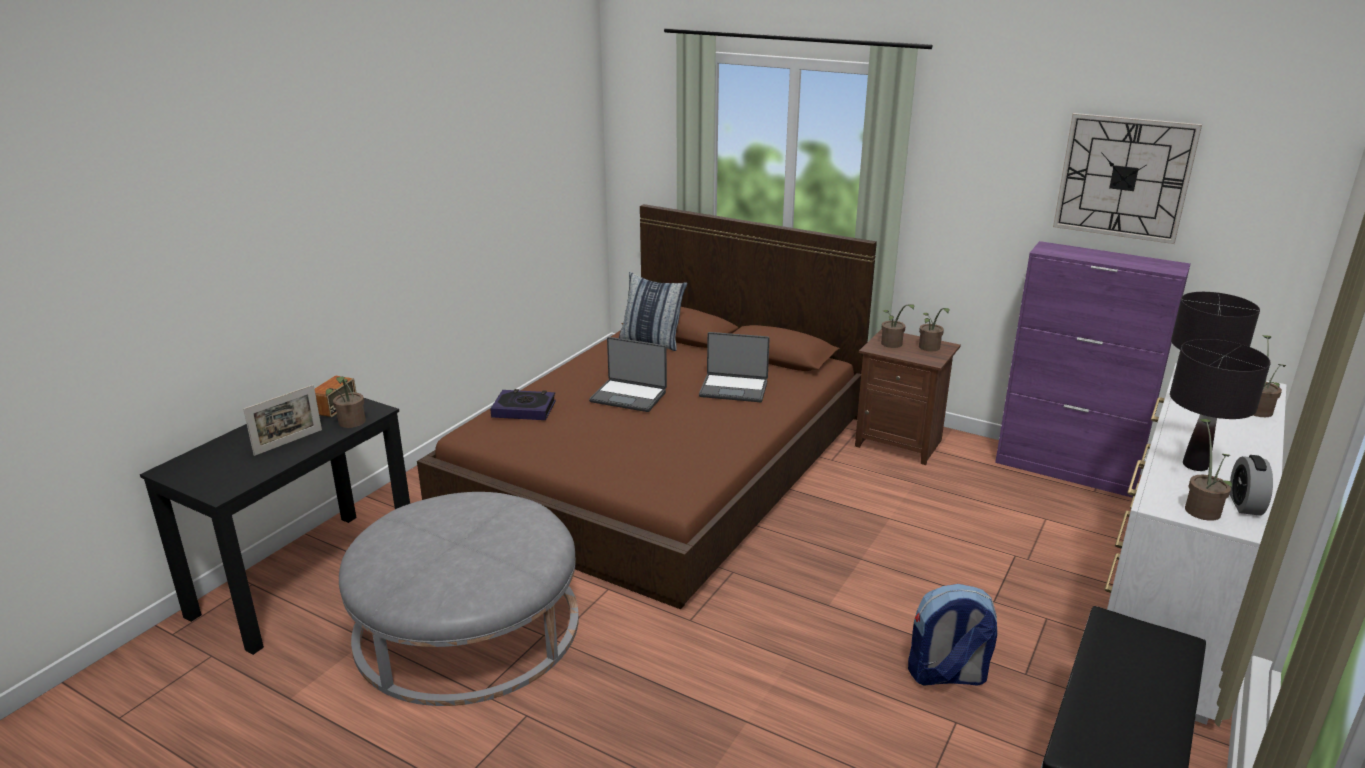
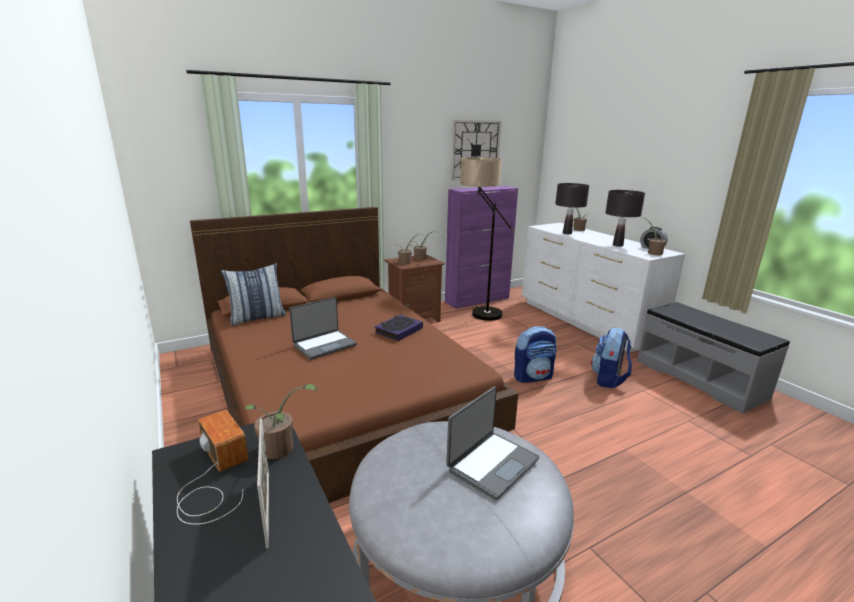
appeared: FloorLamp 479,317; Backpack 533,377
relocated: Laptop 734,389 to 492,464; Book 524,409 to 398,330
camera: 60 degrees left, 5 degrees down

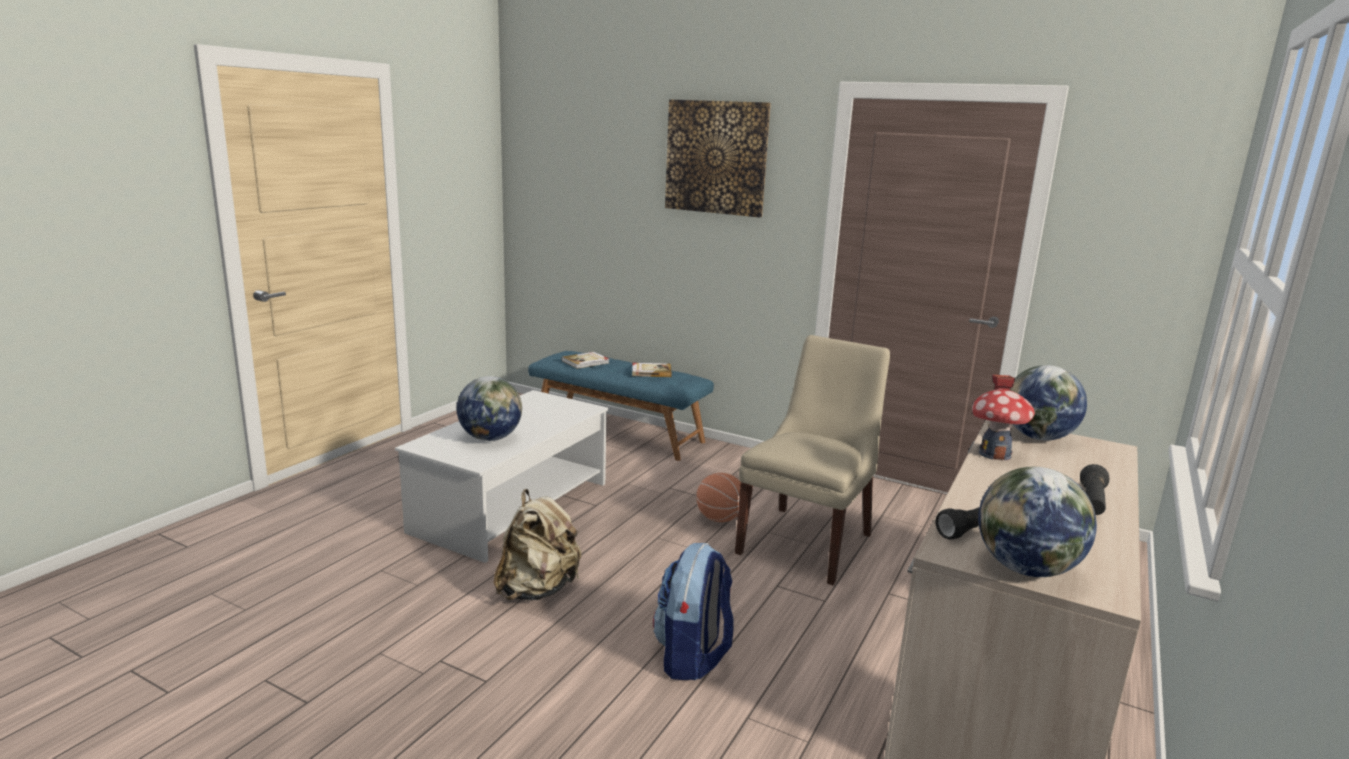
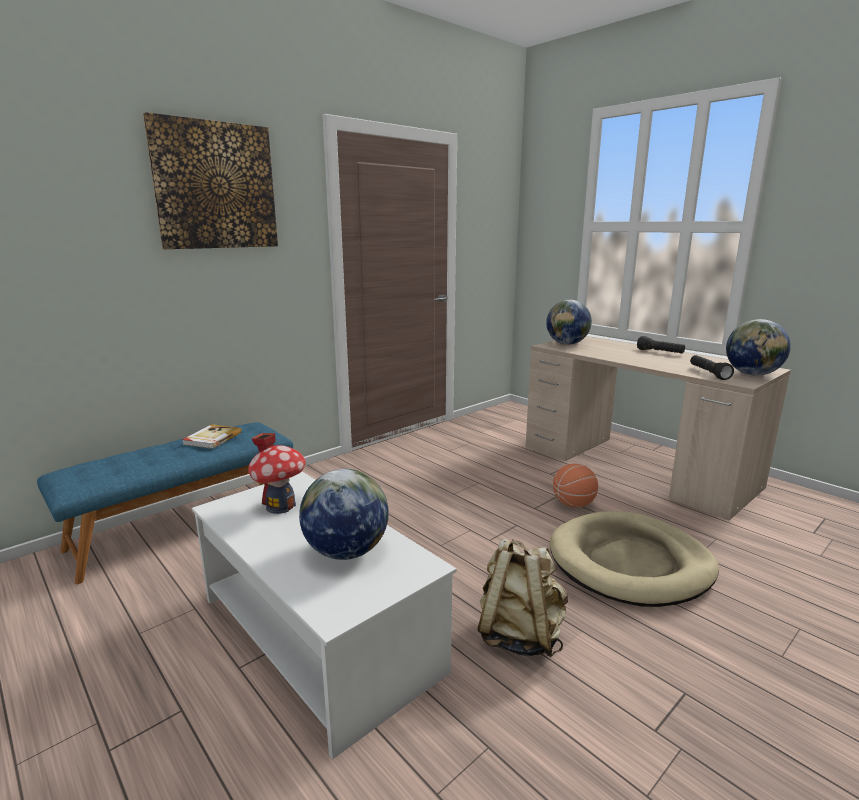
missing: BeigeChair 807,542; Book 586,362
relocated: ToyHouse 995,454 to 281,506; Basketball 719,519 to 573,504
exchanged: Backpack 692,656 to BeigeDogBed 630,563
camera: 70 degrees left, 0 degrees up

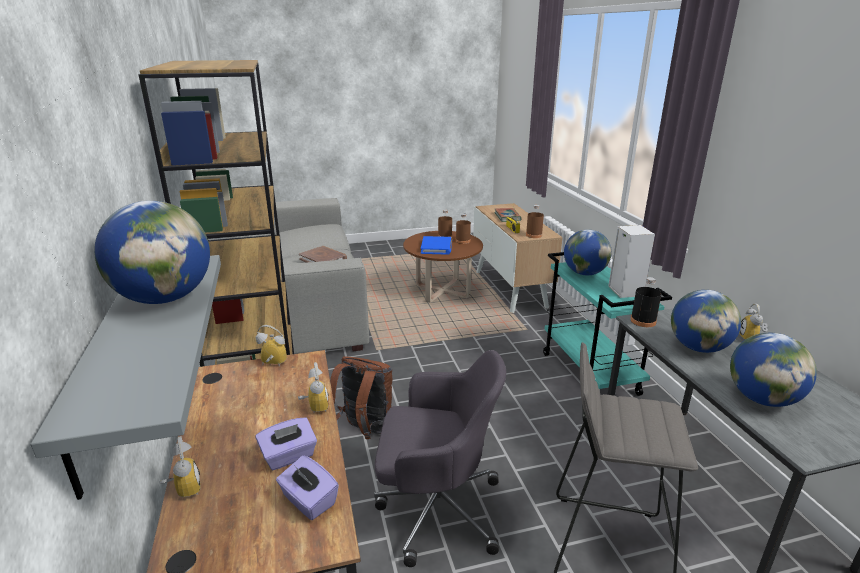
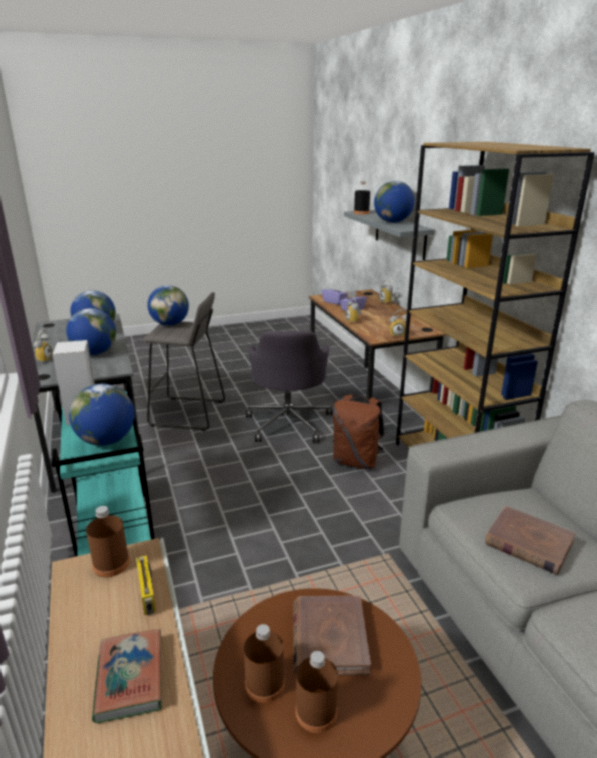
appeared: Globe 170,324
relocated: BlackBottle 643,321 to 361,213
colour: BlueBook 436,247 to BrownBook 329,638
spun: GreyOfficeChair 436,508 = 289,422 90 degrees counterclockwise
camera: 175 degrees right, 0 degrees up

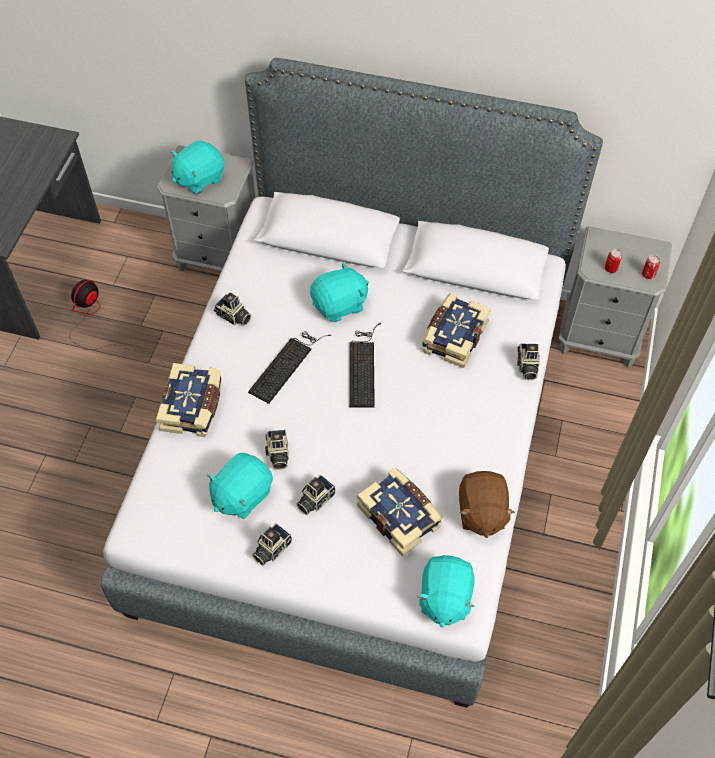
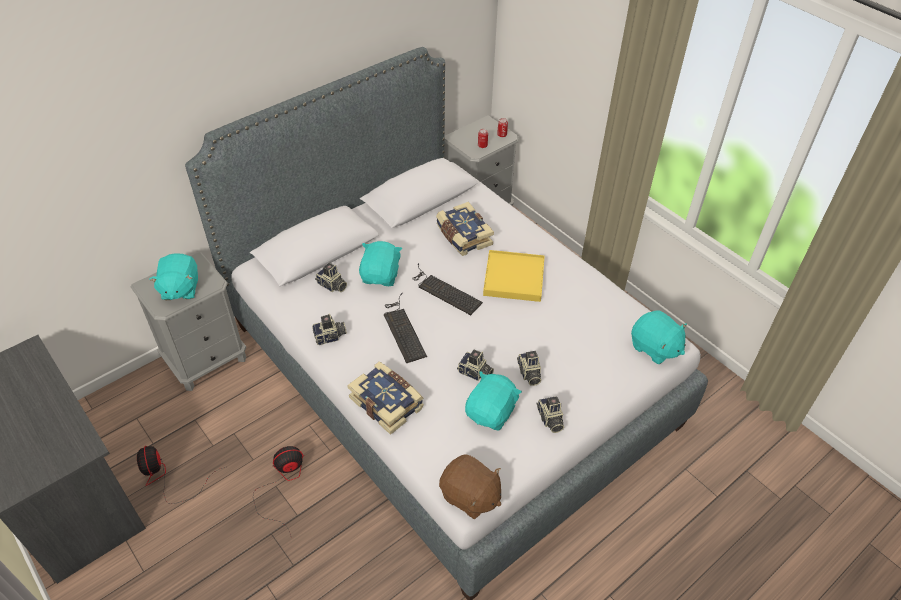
missing: Book 400,515
appeared: YellowTray 513,278; Fan 283,483
relocated: PhotoCamera 526,366 to 332,286; BrownPlushToy 481,512 to 470,496
spun: TurquoisePlushToy 241,494 = 491,412 135 degrees counterclockwise
camera: 55 degrees left, 10 degrees down

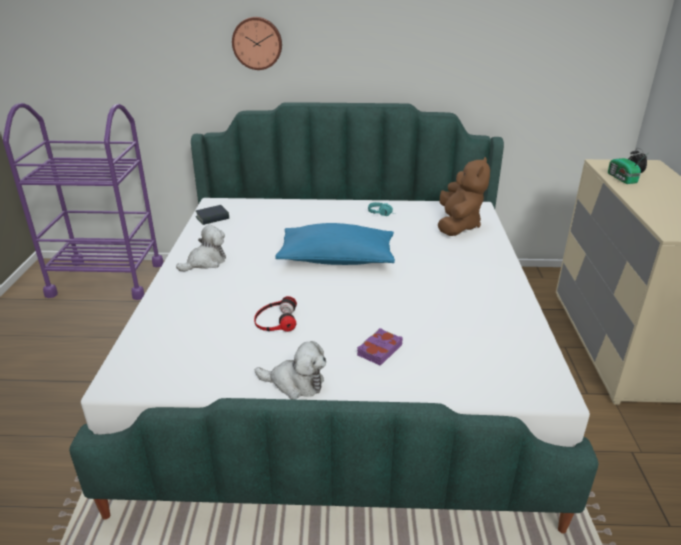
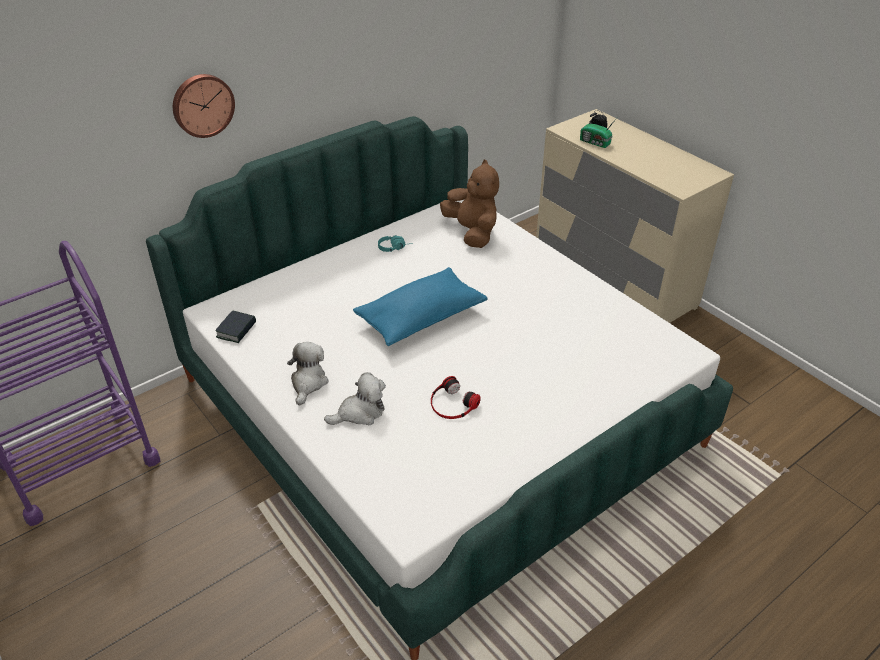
missing: PurpleBook 379,350
relocated: PlushToy 295,383 to 360,413
camera: 40 degrees left, 10 degrees up

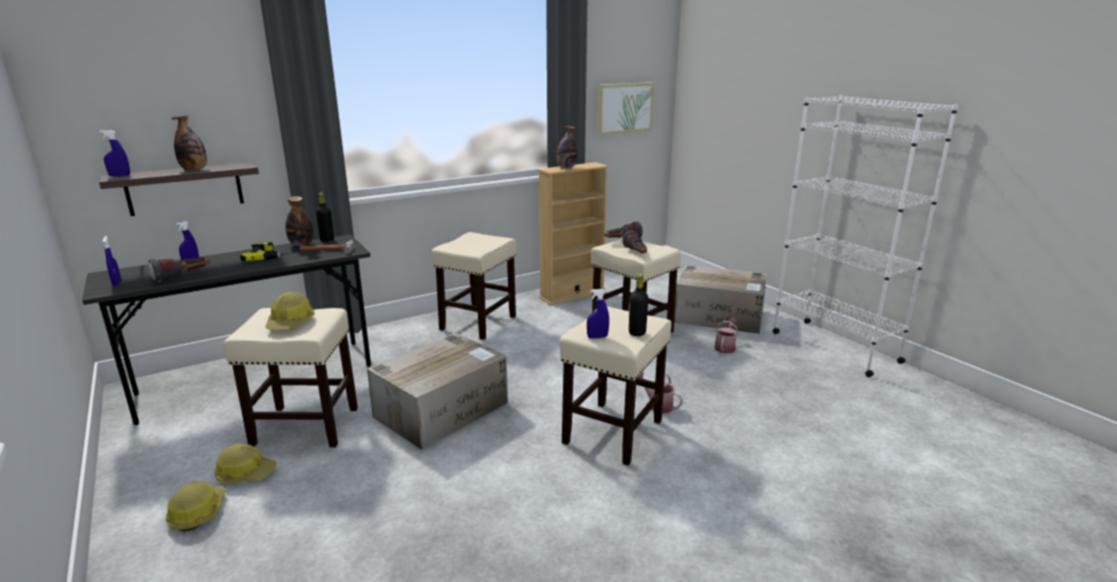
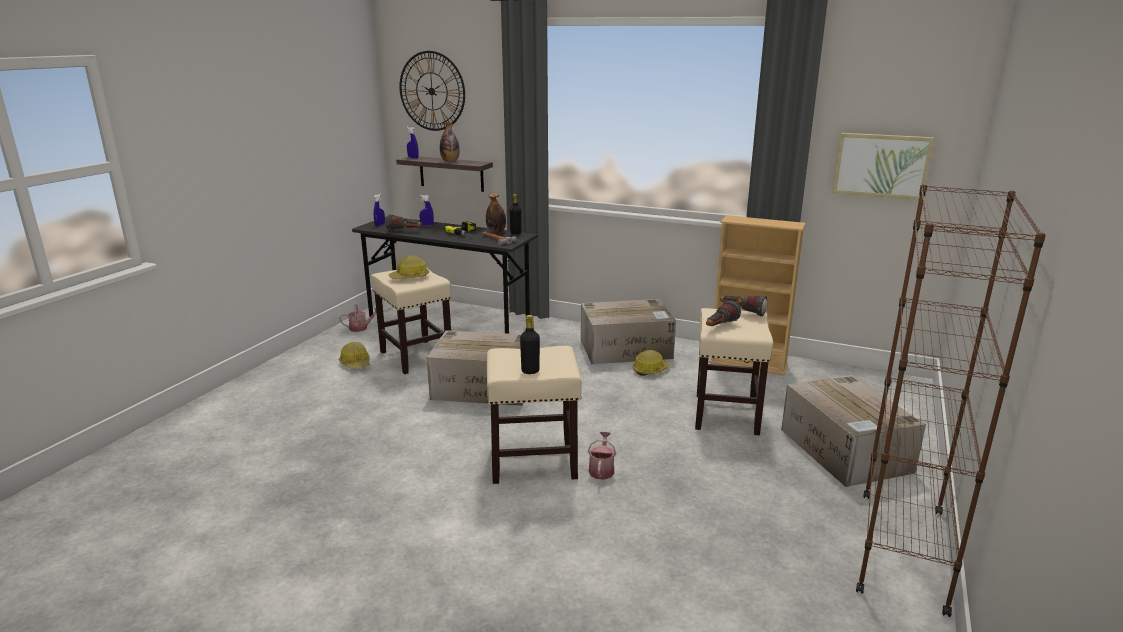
missing: Bottle 566,167; BlueSprayBottle 597,337
appeared: WallClock 432,91
relocated: WateringCan 725,347 to 361,328; HardHat 198,513 to 650,370
exchanged: BeigeStool 478,322 to CardboardBox 627,349
colour: WhiteBookcase 834,347 to BrownBookcase 902,548
camera: 55 degrees right, 0 degrees up

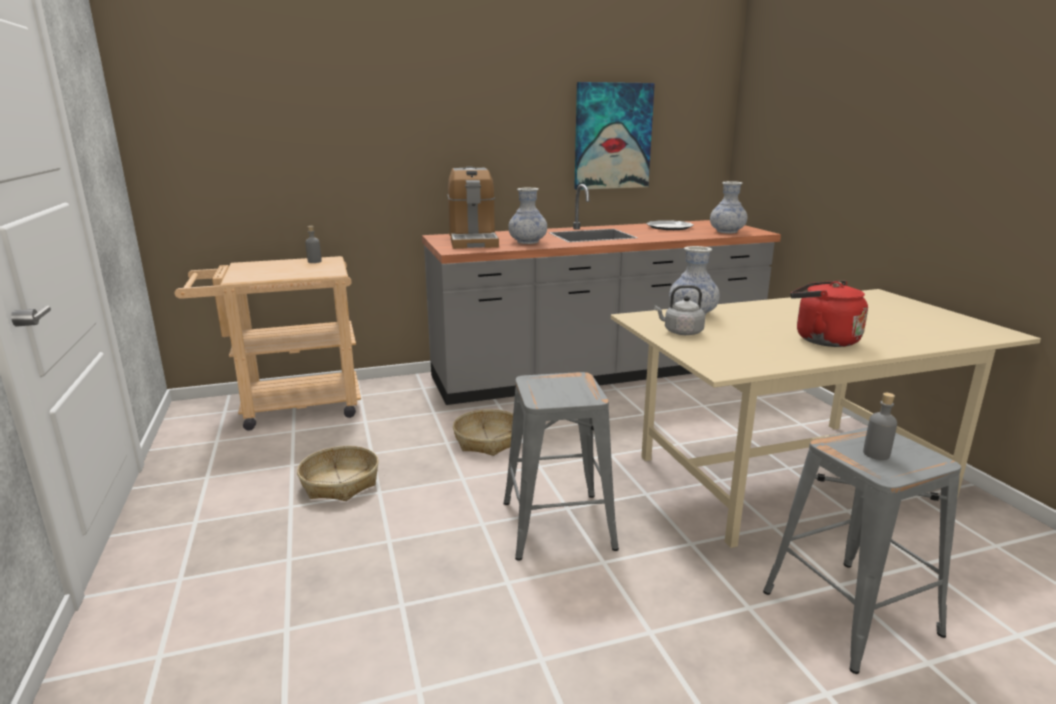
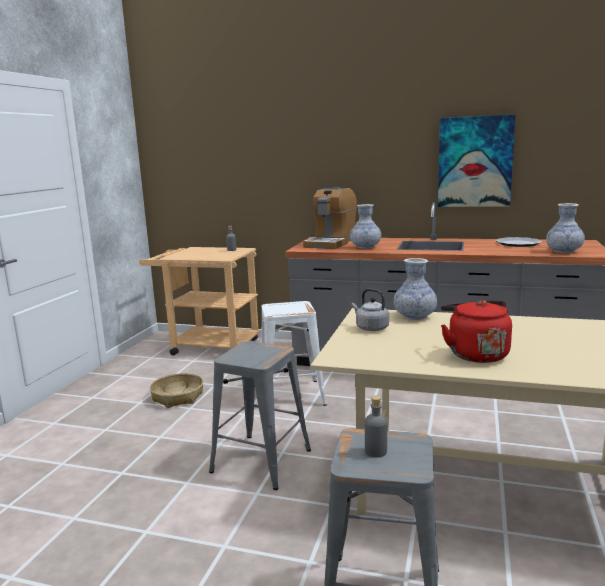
exchanged: Basket 487,440 to WhiteStool 291,394
camera: 35 degrees right, 5 degrees down

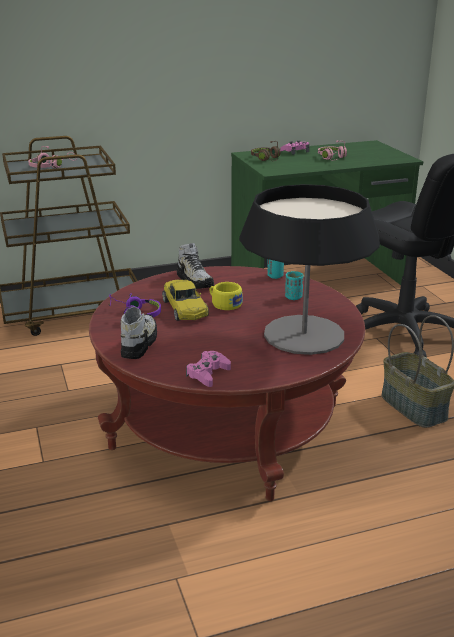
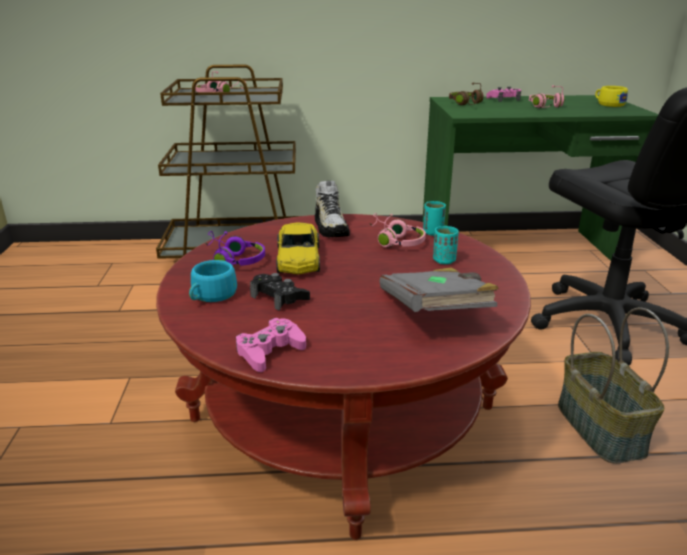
appeared: PinkHeadphones 394,240; BlackGameController 279,297
relocated: YellowCup 224,304 to 608,104
exchanged: TableLamp 304,334 to GreyBook 435,312; Shoe 139,344 to TurquoiseCup 211,296
camera: 15 degrees right, 0 degrees up

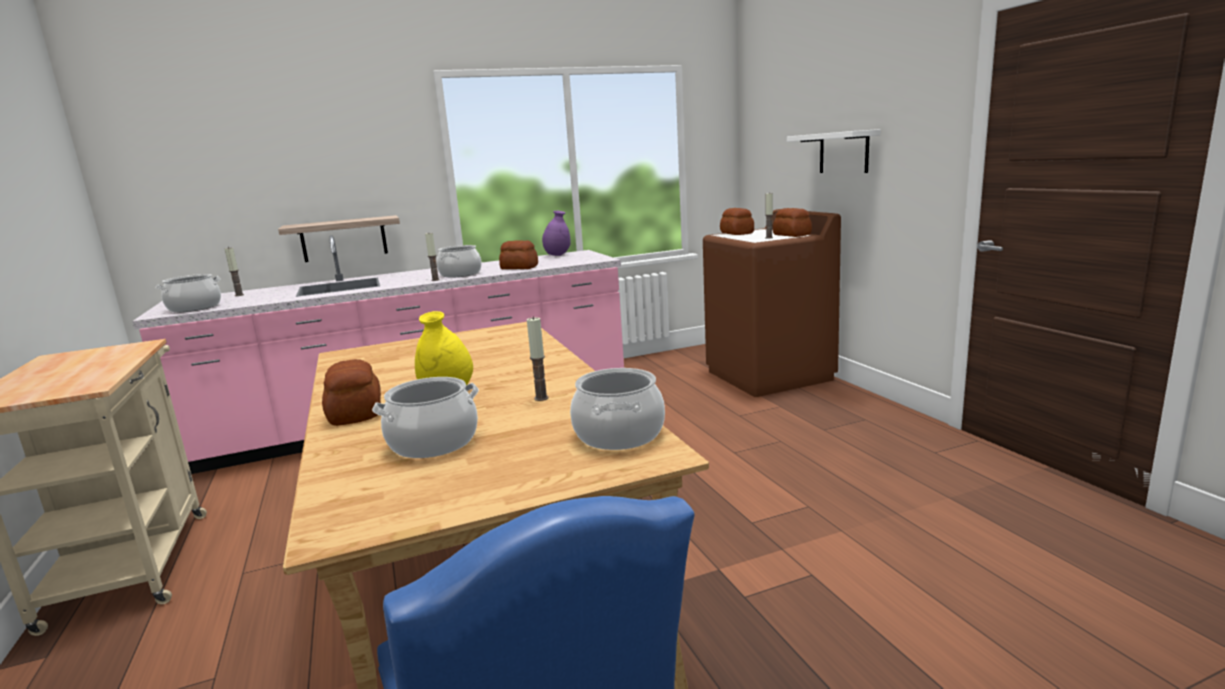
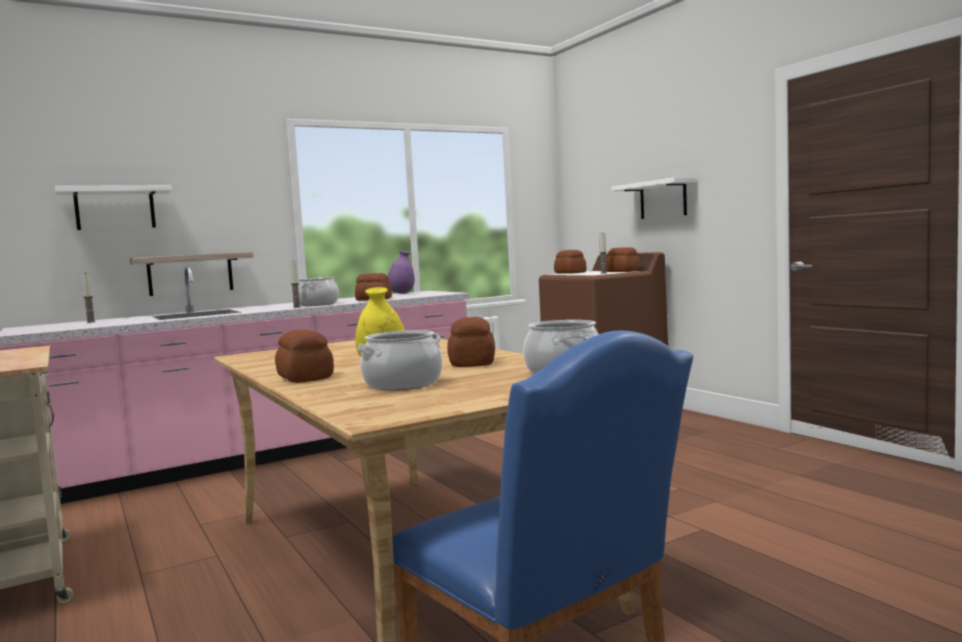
missing: CookingPot 195,308
appeared: WhiteShelf 115,208
exchanged: Candle 541,398 to Bread 473,362
camera: 10 degrees left, 10 degrees down

